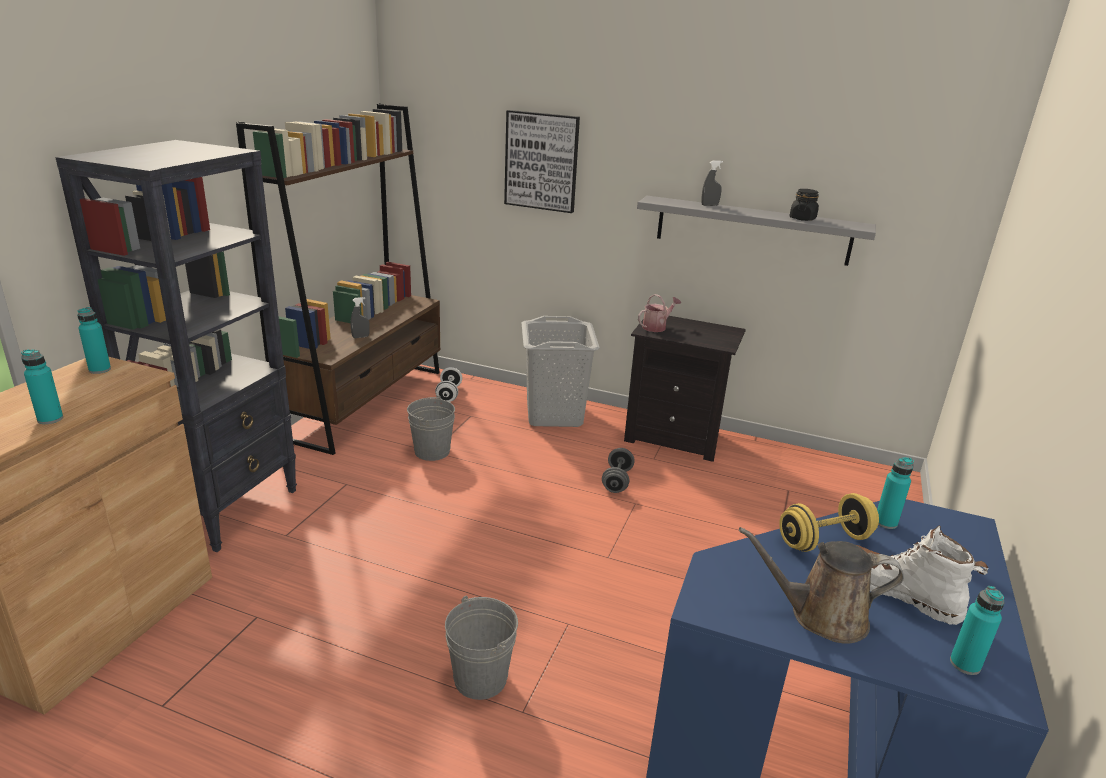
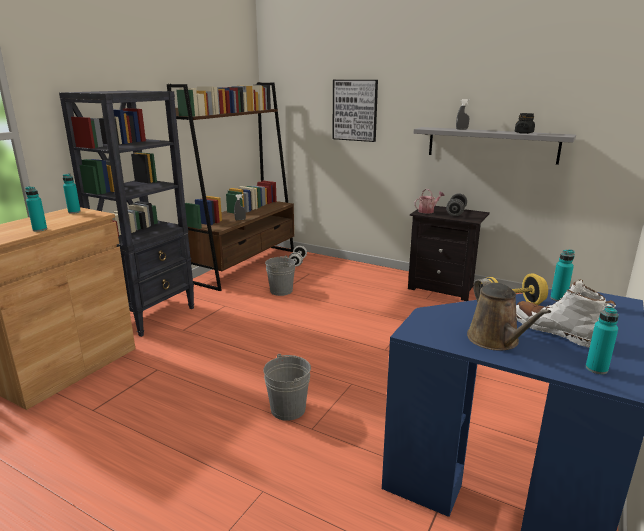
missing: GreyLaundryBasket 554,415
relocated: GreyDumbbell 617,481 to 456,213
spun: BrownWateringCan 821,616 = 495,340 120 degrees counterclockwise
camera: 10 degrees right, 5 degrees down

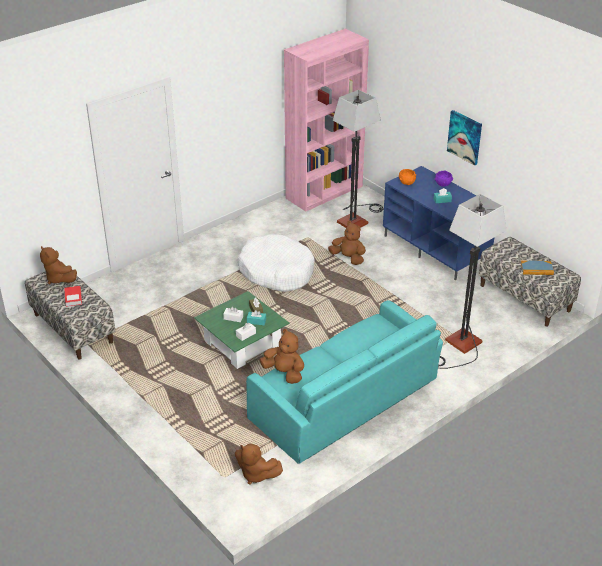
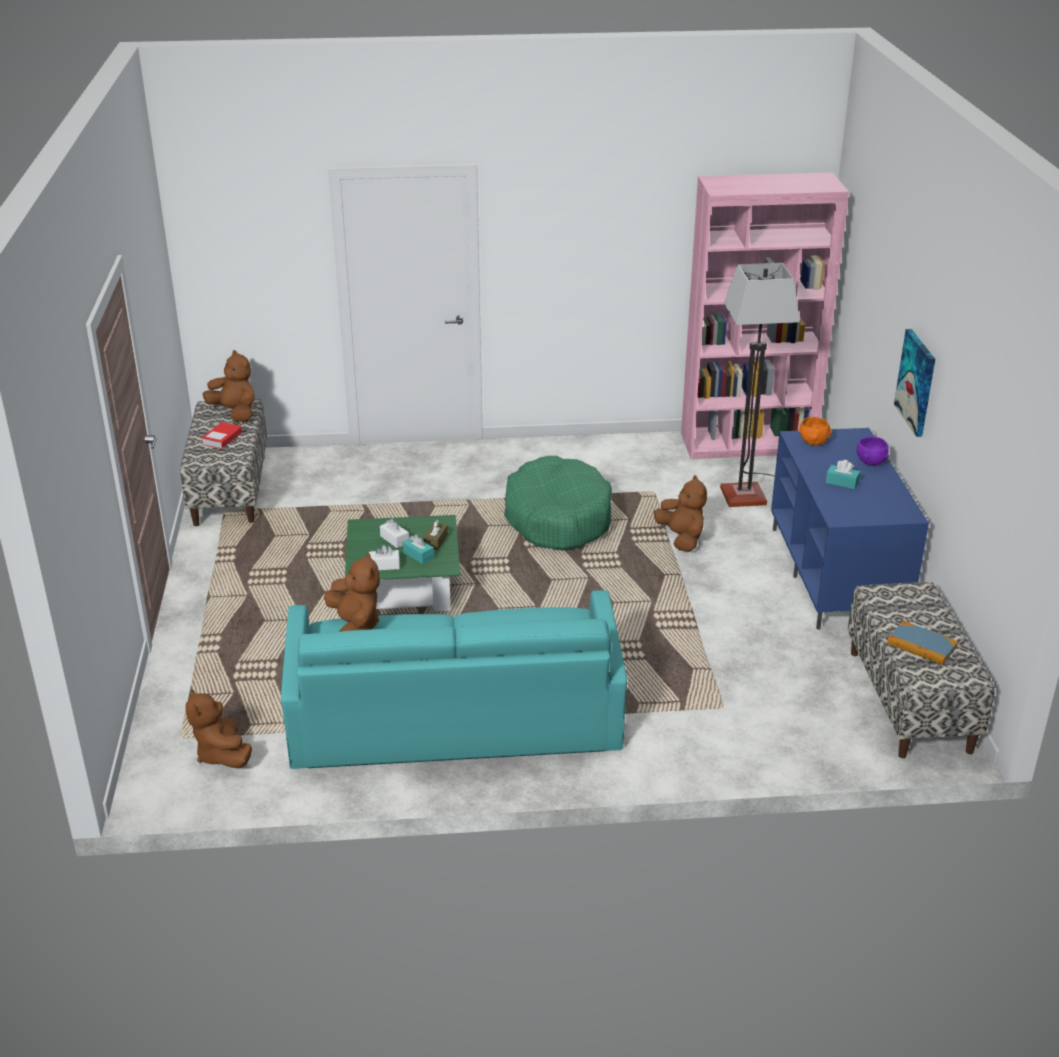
missing: FloorLamp 459,347
colour: WhiteDogBed 276,271 to GreenDogBed 558,518
spun: BrownPlushToy 59,279 = 235,413 135 degrees clockwise
camera: 35 degrees right, 5 degrees down

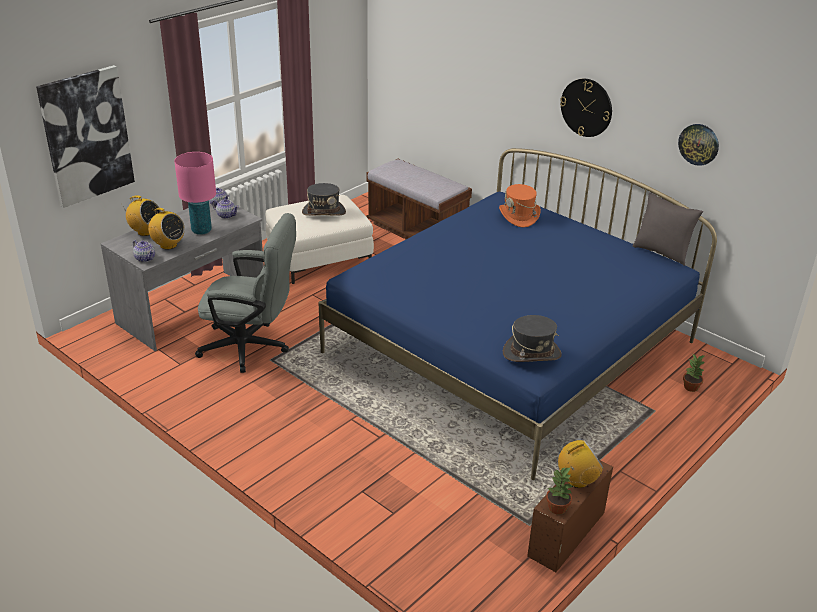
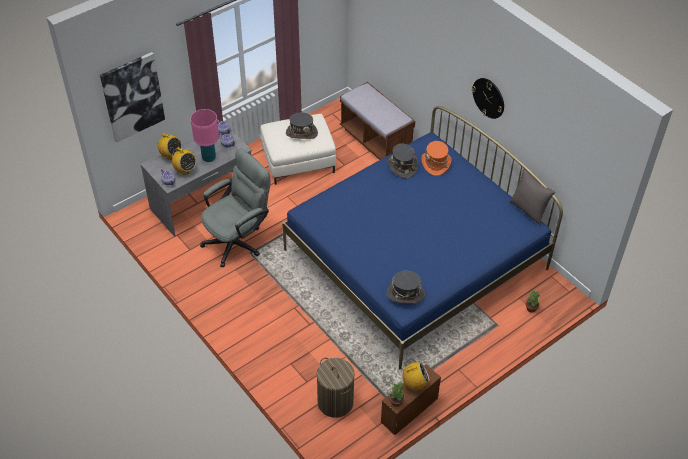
missing: WallClock 698,144
appeared: GreyHat 402,166; LaundryBasket 335,402
spun: GreyOfficeChair 251,348 = 238,240 60 degrees counterclockwise
camera: 10 degrees right, 15 degrees up

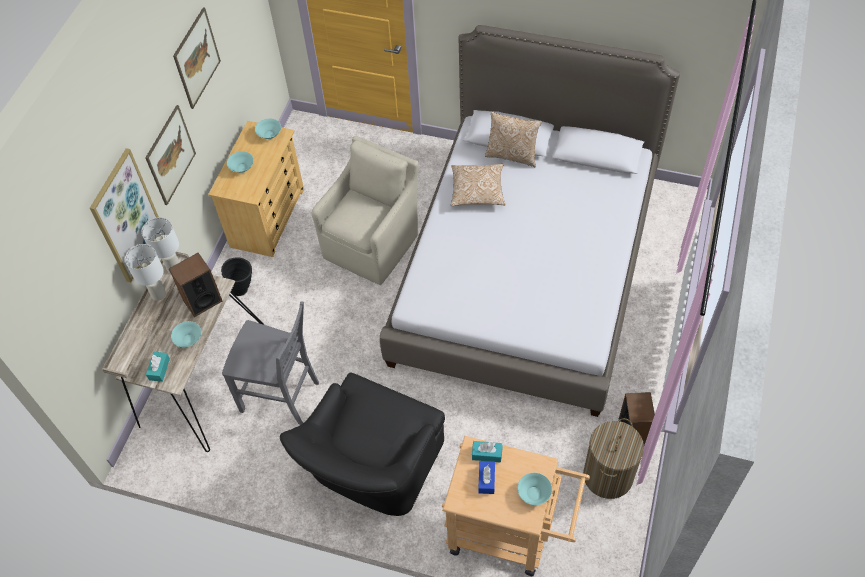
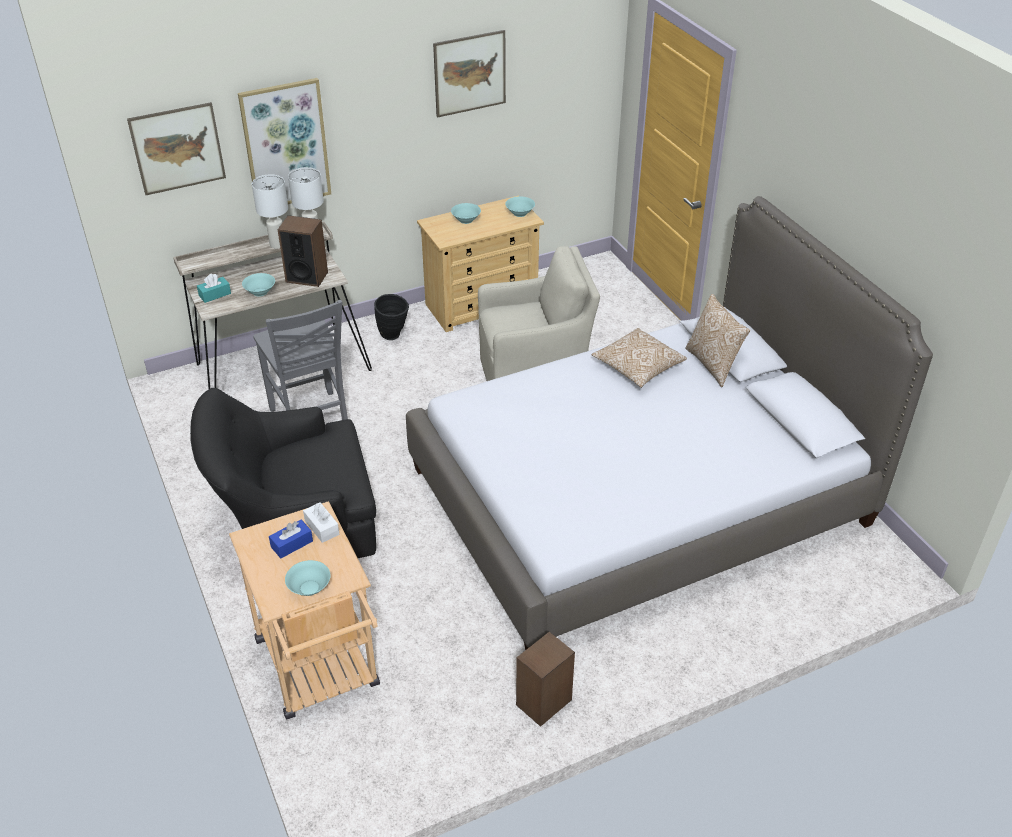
missing: LaundryBasket 608,476
relocated: Picture 170,155 to 177,148
colour: TurquoiseTissueBox 487,454 to WhiteTissueBox 322,528
camera: 45 degrees right, 15 degrees down

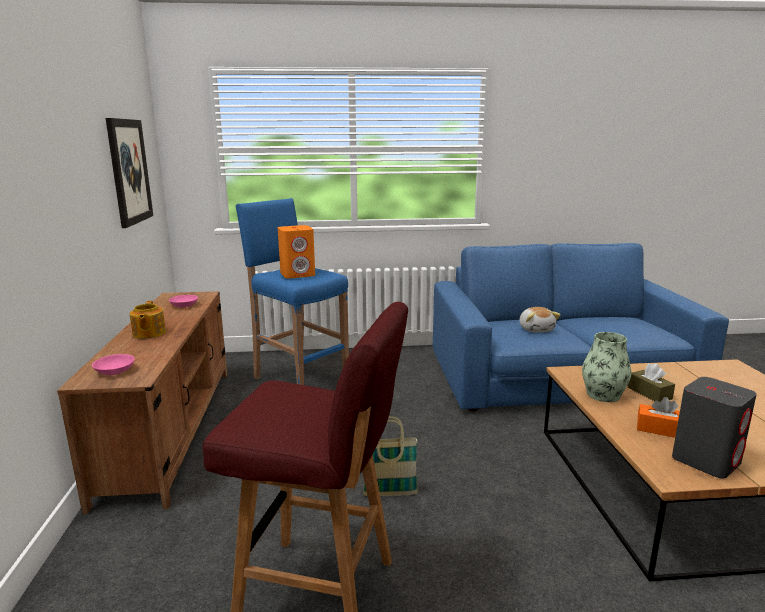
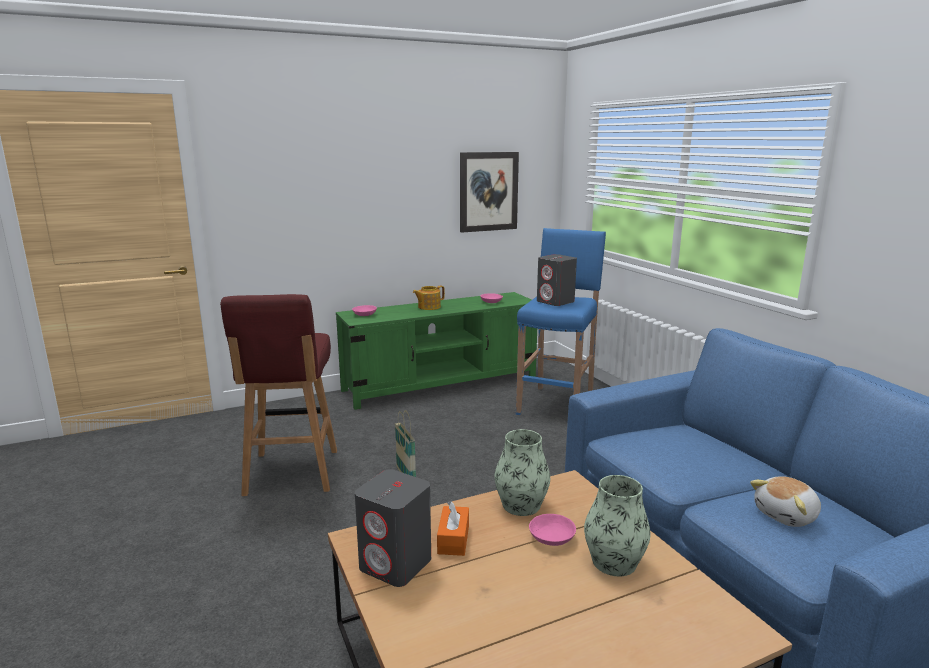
appeared: Vase 614,562
relocated: PlushToy 536,329 to 787,515
exchanged: BrownTissueBox 649,393 to PinkBowl 551,537
colour: OrangeSpeaker 298,274 to GreySpeaker 555,302; BrownTvStand 171,428 to GreenTvStand 441,384
camera: 70 degrees right, 0 degrees up

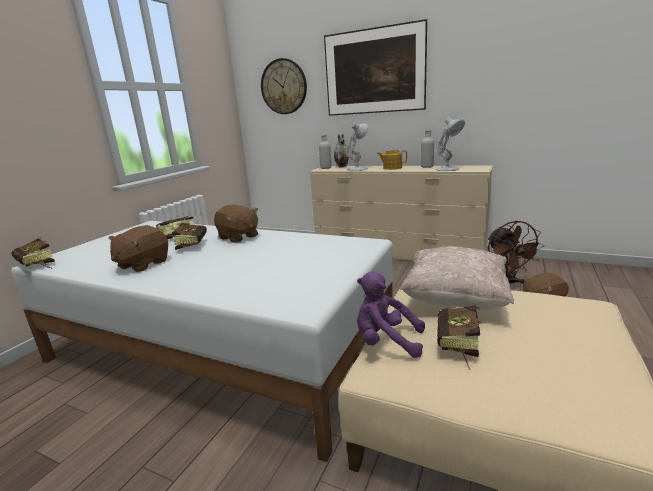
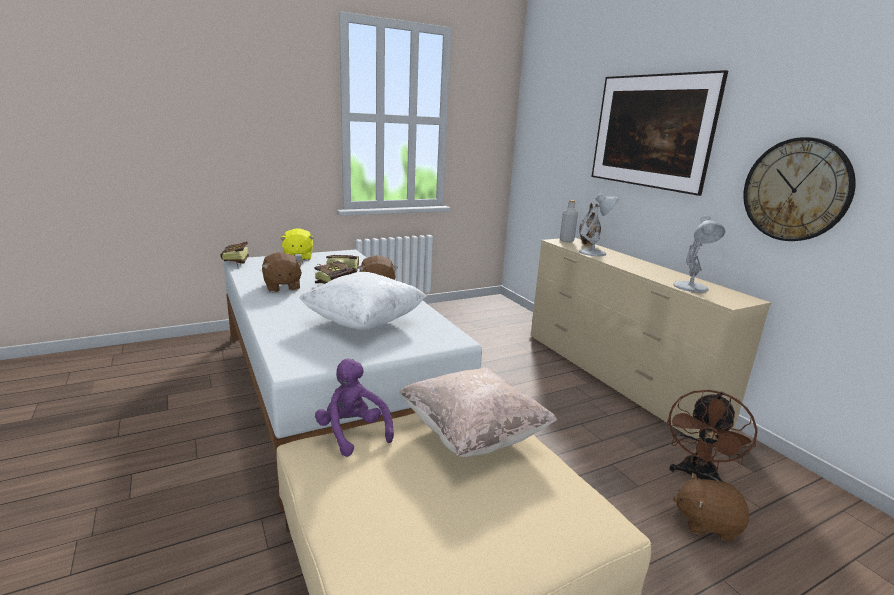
missing: GreyBottle 427,167; Teapot 392,168; Book 457,348
appeared: YellowPlushToy 298,257; WhitePillow 364,322
relocated: WallClock 284,86 to 796,190
spun: BrownPlushToy 143,264 = 282,287 90 degrees counterclockwise
camera: 35 degrees right, 0 degrees up

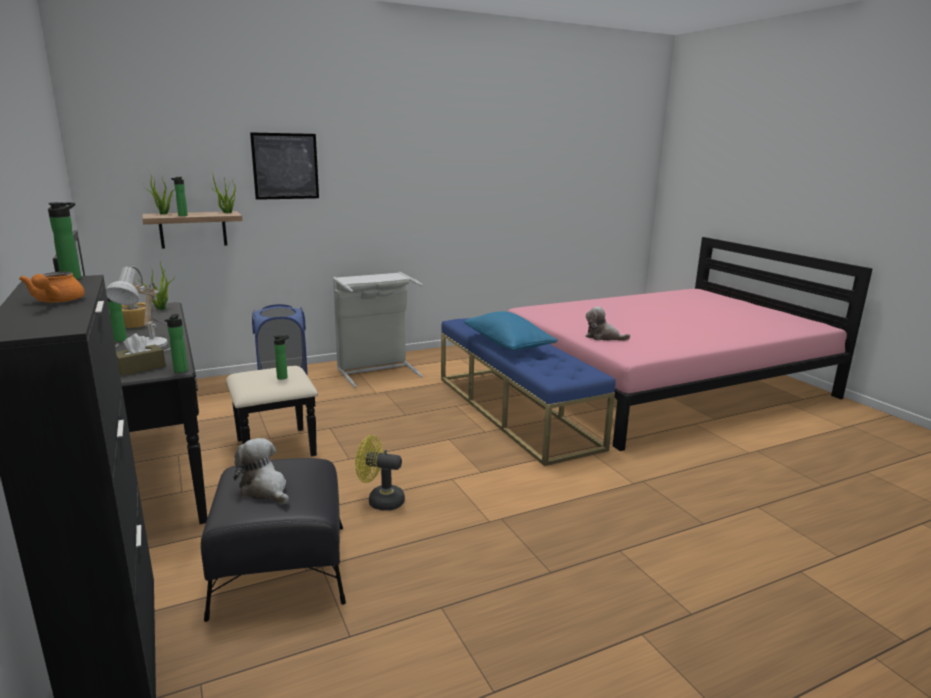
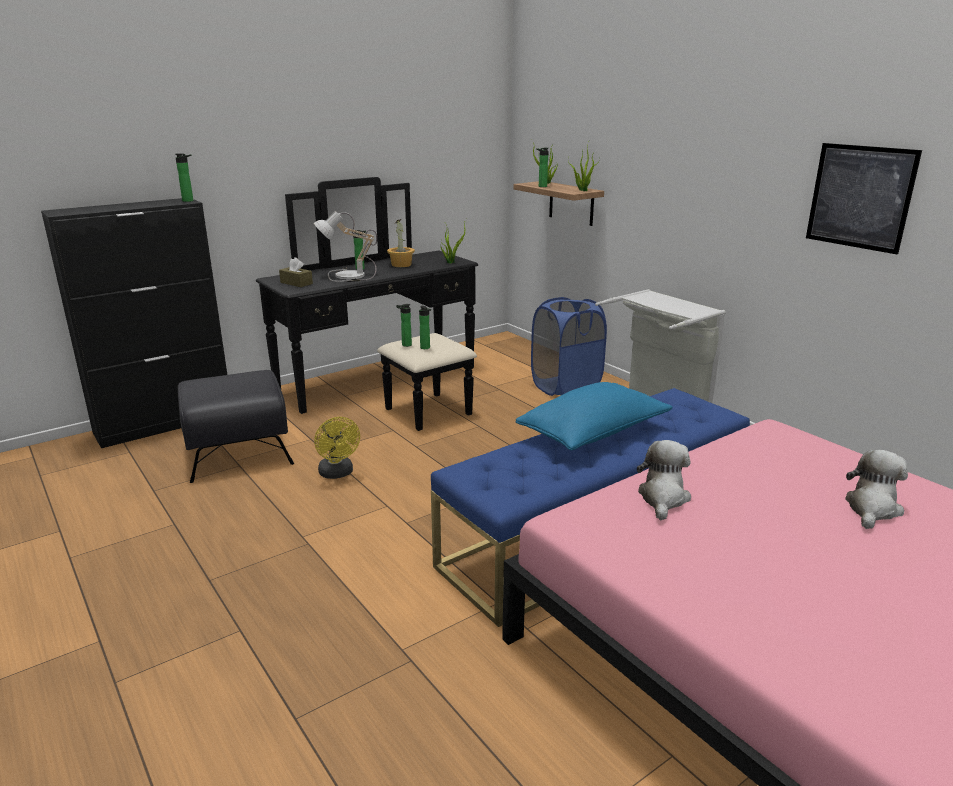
missing: OrangeTeapot 56,301
relocated: Picture 285,166 to 860,197; Bottle 180,371 to 405,345; PlushToy 265,489 to 872,508
spun: YellowFan 380,501 = 338,473 150 degrees clockwise
camera: 80 degrees right, 5 degrees up

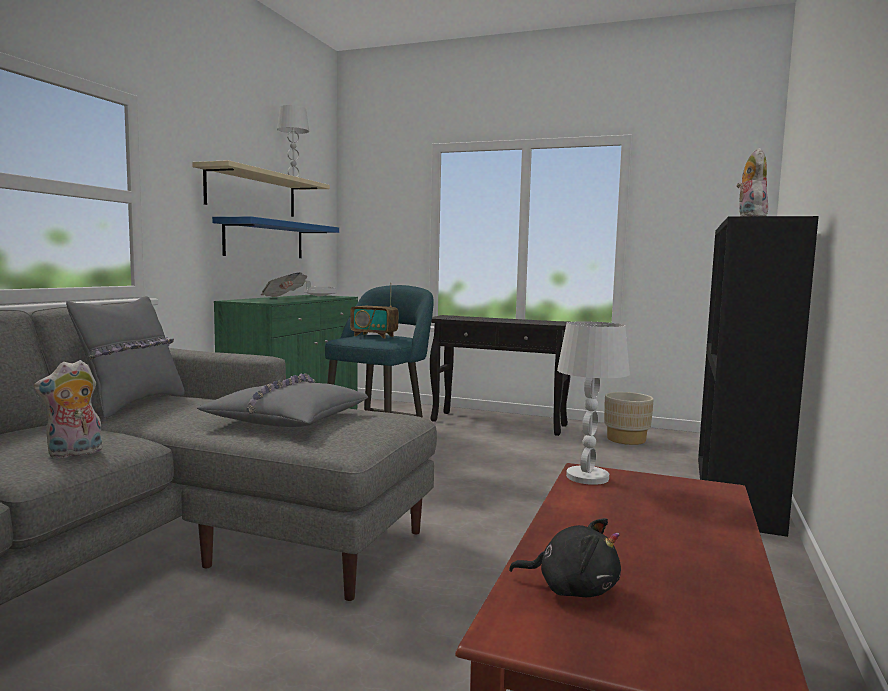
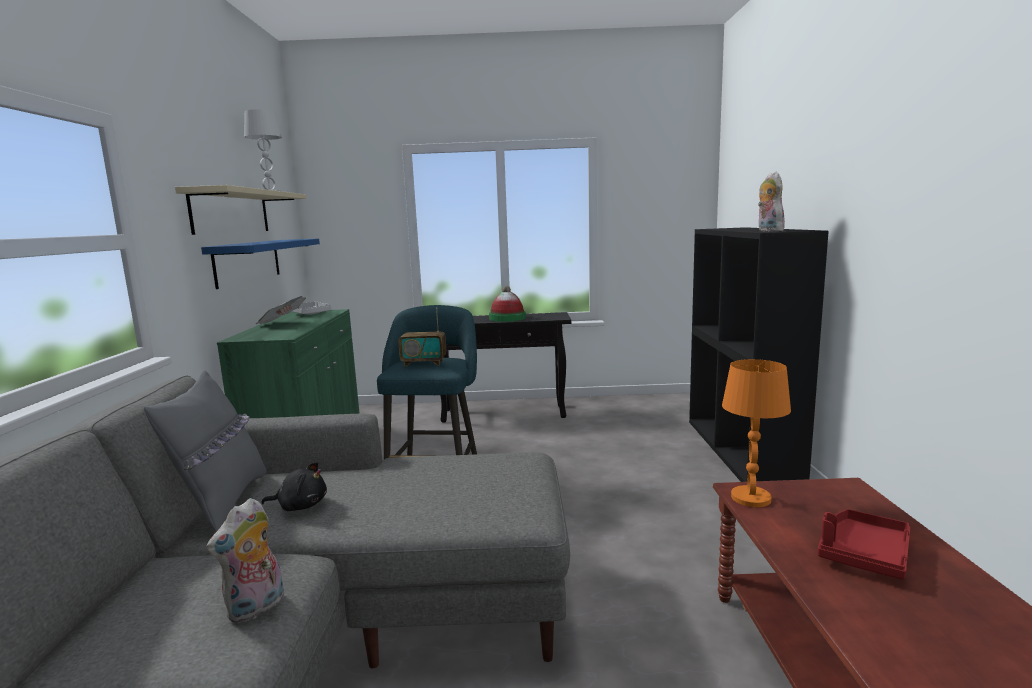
missing: GreyPillow 287,418; BeigePlanter 626,439
appeared: Hat 507,318; RedTray 863,554
relocated: BlackPlushToy 572,589 to 300,506
colour: WhiteTableLamp 587,477 to OrangeTableLamp 750,498
camera: 20 degrees left, 5 degrees up

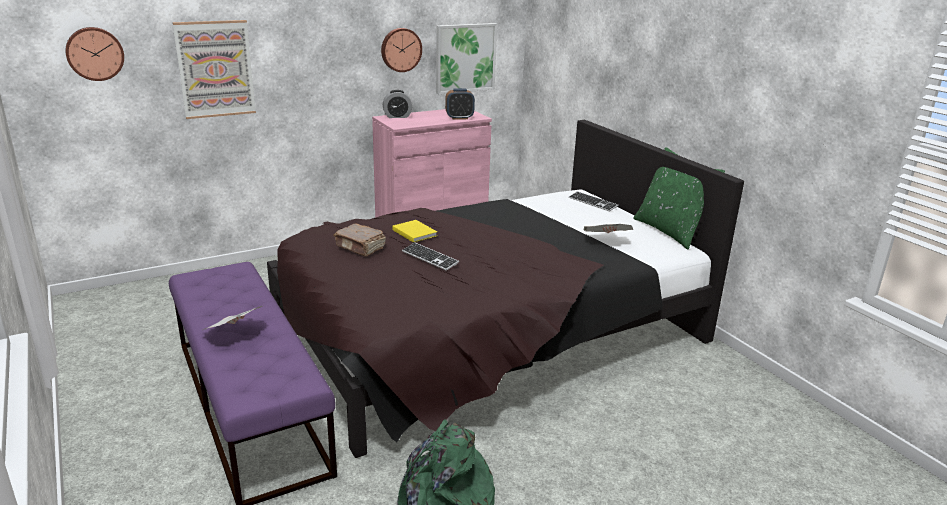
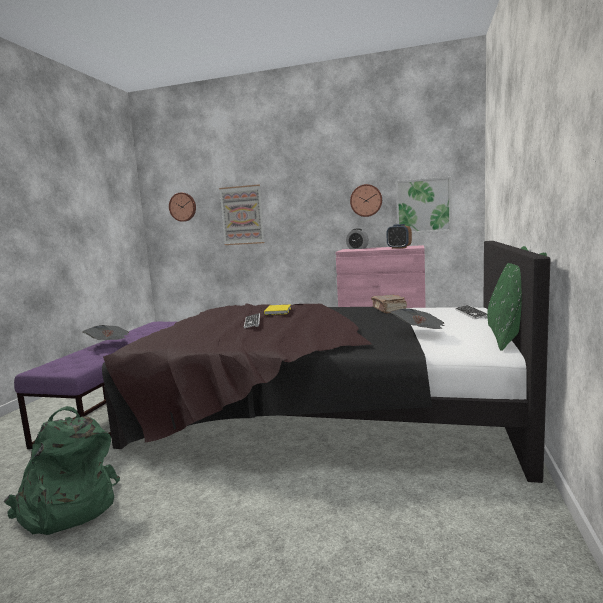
relocated: BrownBook 360,247 to 388,310
camera: 45 degrees right, 15 degrees down

